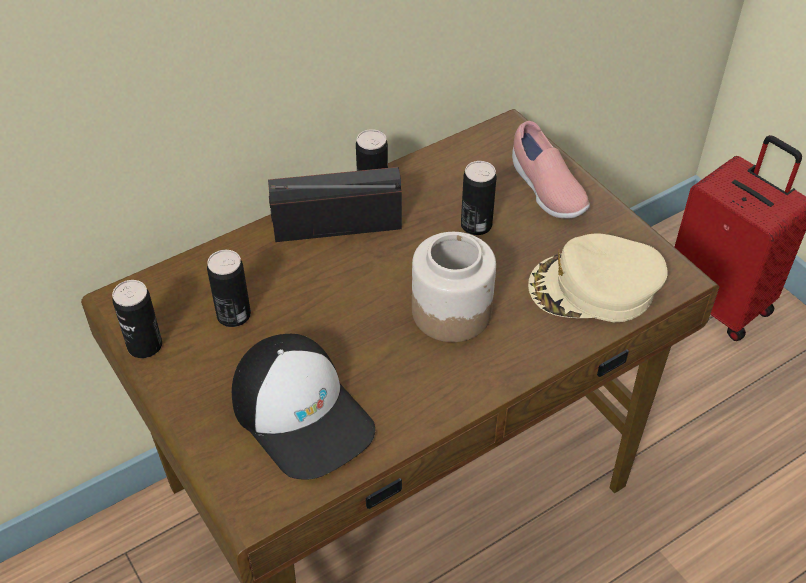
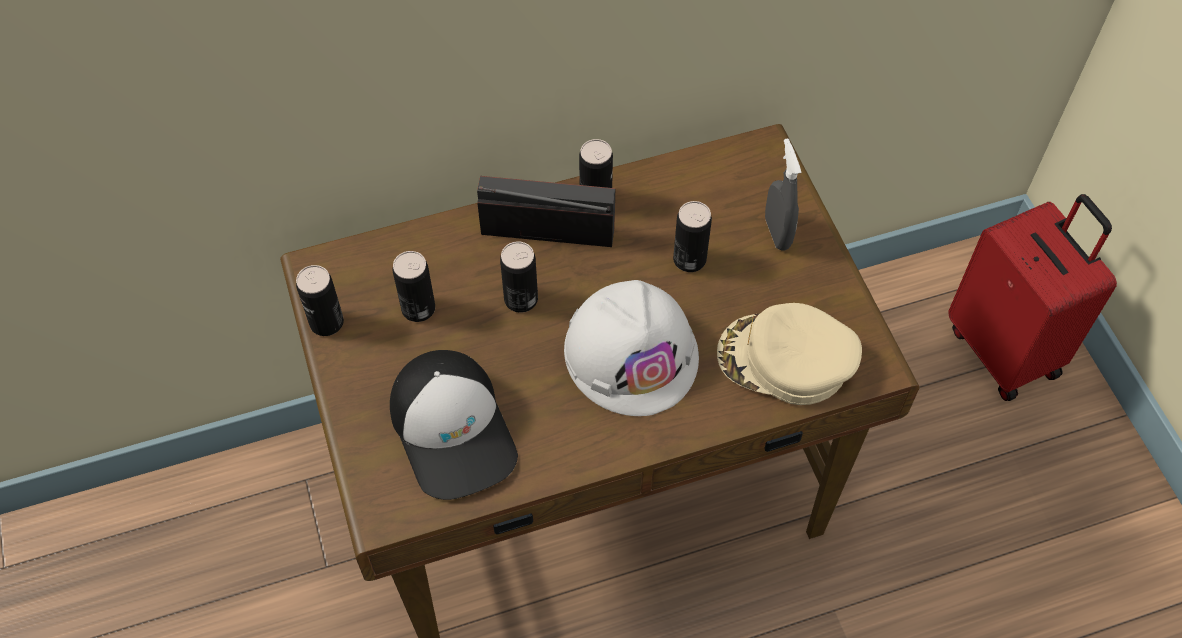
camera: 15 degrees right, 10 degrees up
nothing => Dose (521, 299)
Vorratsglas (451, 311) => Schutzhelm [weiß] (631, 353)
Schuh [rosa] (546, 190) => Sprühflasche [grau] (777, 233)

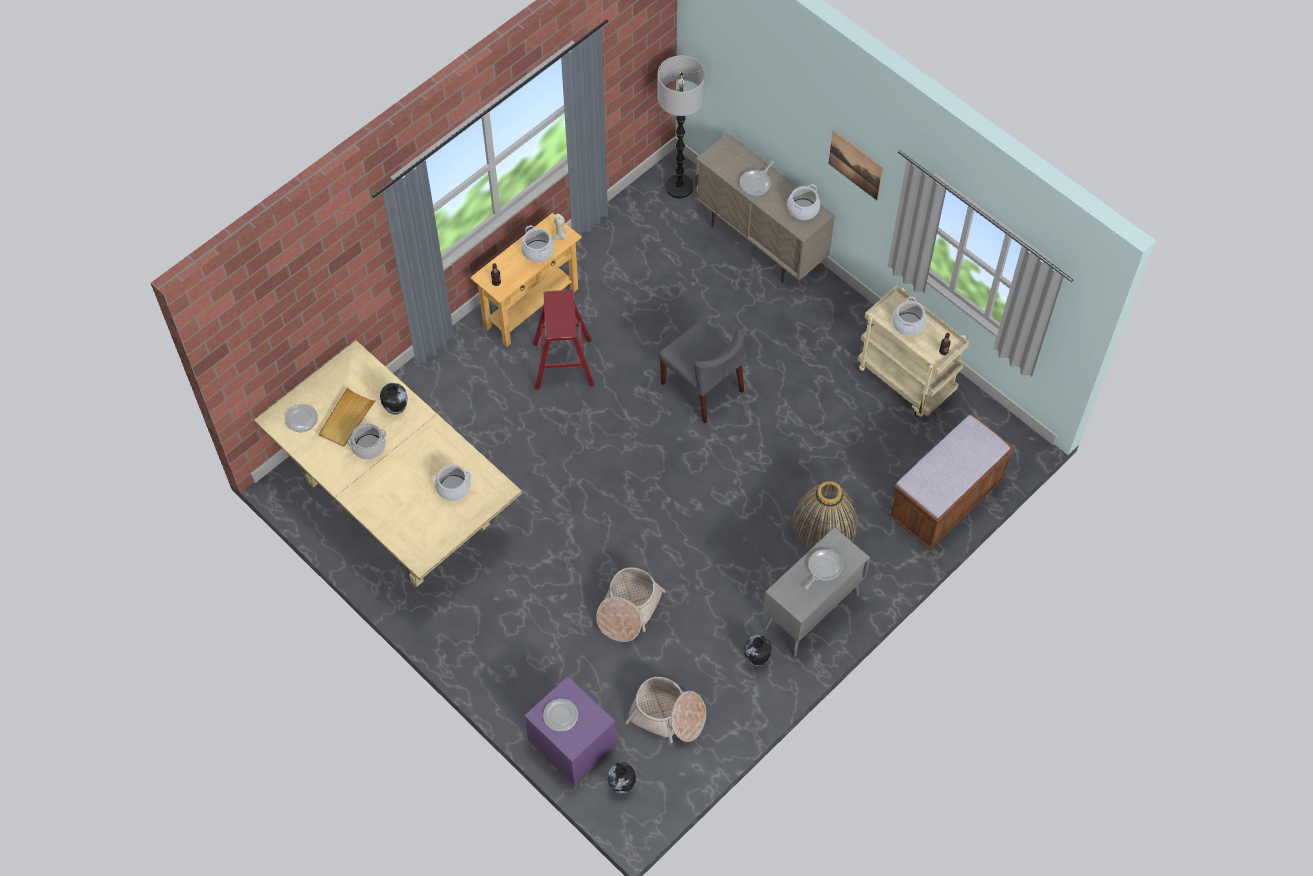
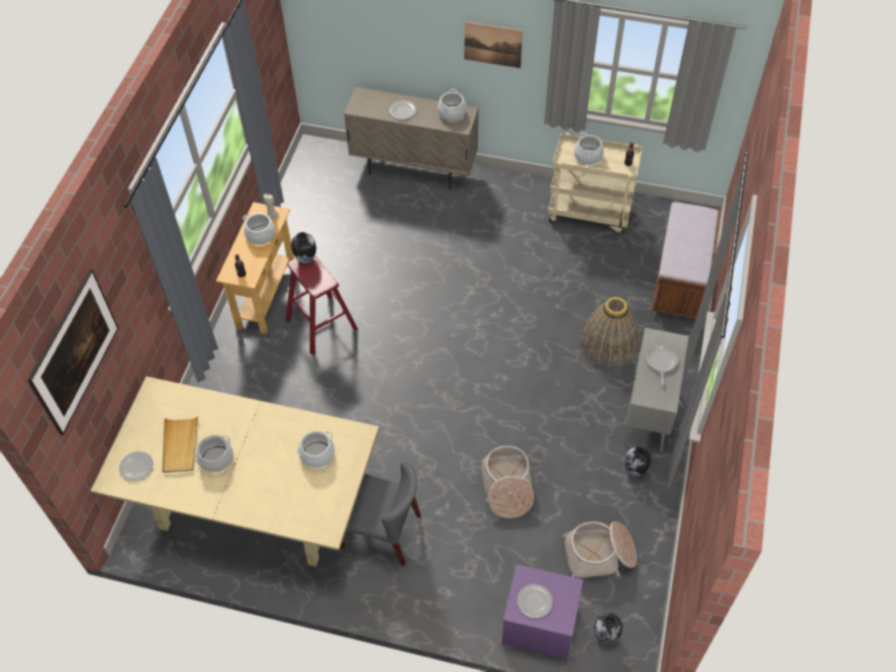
camera: 30 degrees left, 5 degrees down
Stehlampe (679, 187) => nothing
nothing => Bild (81, 365)
Vase (396, 408) => Vase (305, 259), moved
Stuhl [grau] (703, 387) => Stuhl [grau] (381, 531), moved
Pfanne (756, 183) => Teller (403, 111)

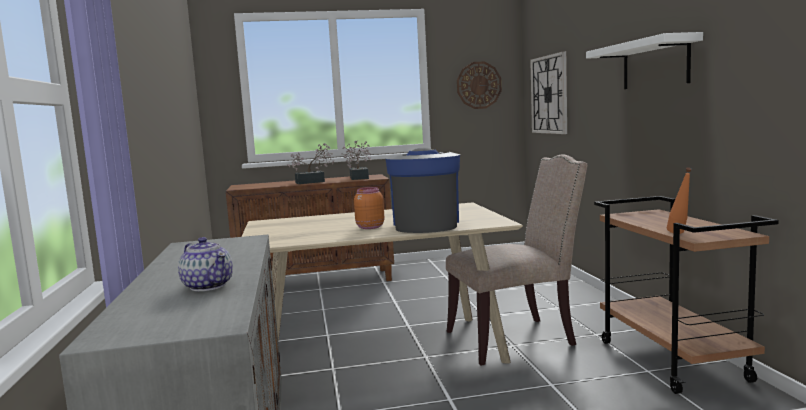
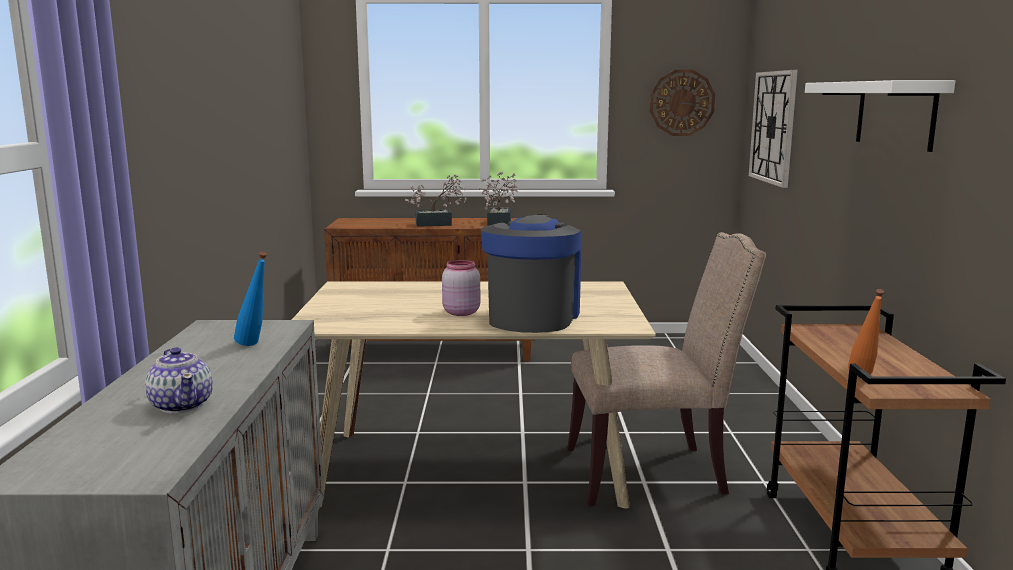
camera: 10 degrees right, 5 degrees up
nothing => Flasche [blau] (255, 345)
Vorratsglas [orange] (369, 227) => Vorratsglas [rosa] (460, 312)

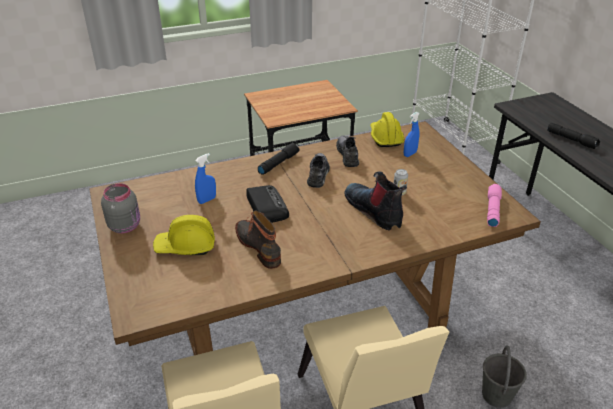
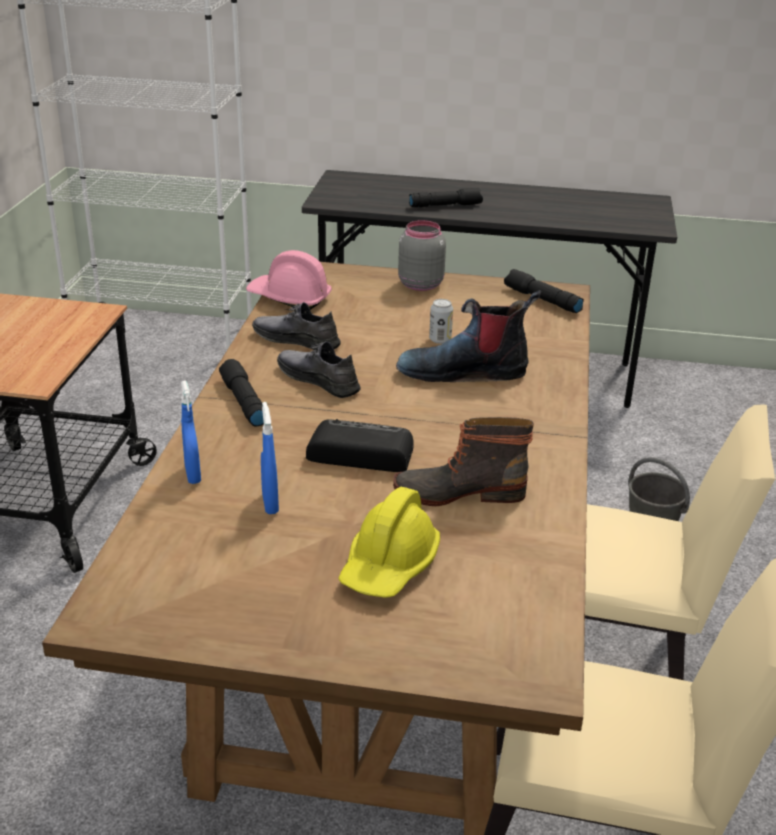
camera: 60 degrees left, 5 degrees down
Vorratsglas [grau] (125, 226) => Vorratsglas [grau] (420, 284), moved
Sprühflasche [blau] (410, 154) => Sprühflasche [blau] (193, 475), moved
Schutzhelm [gelb] (385, 137) => Schutzhelm [rosa] (289, 298)
Taschenlampe [rosa] (492, 209) => Taschenlampe [schwarz] (541, 300)

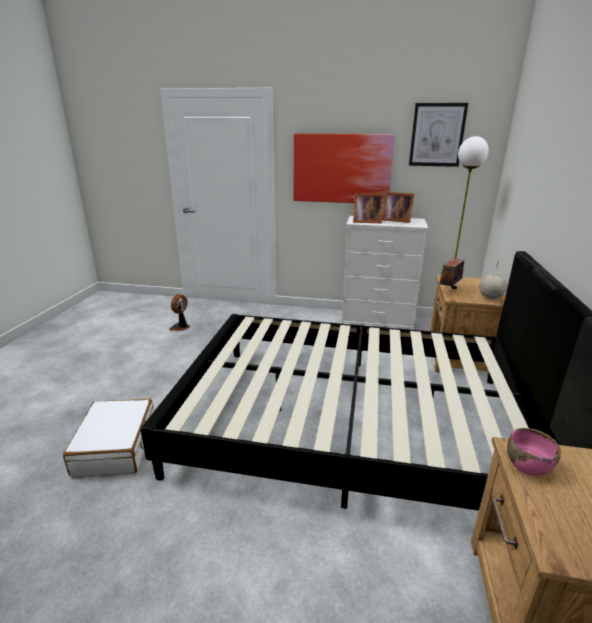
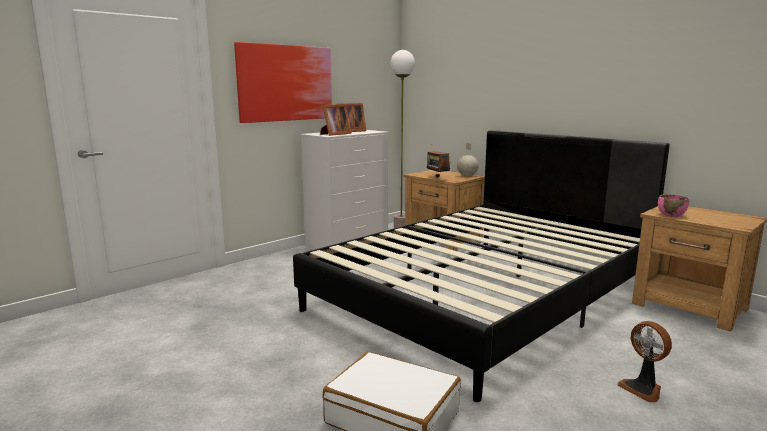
camera: 55 degrees left, 10 degrees down
Bild (437, 135) => nothing
Ventilator (181, 327) => Ventilator (643, 389), moved

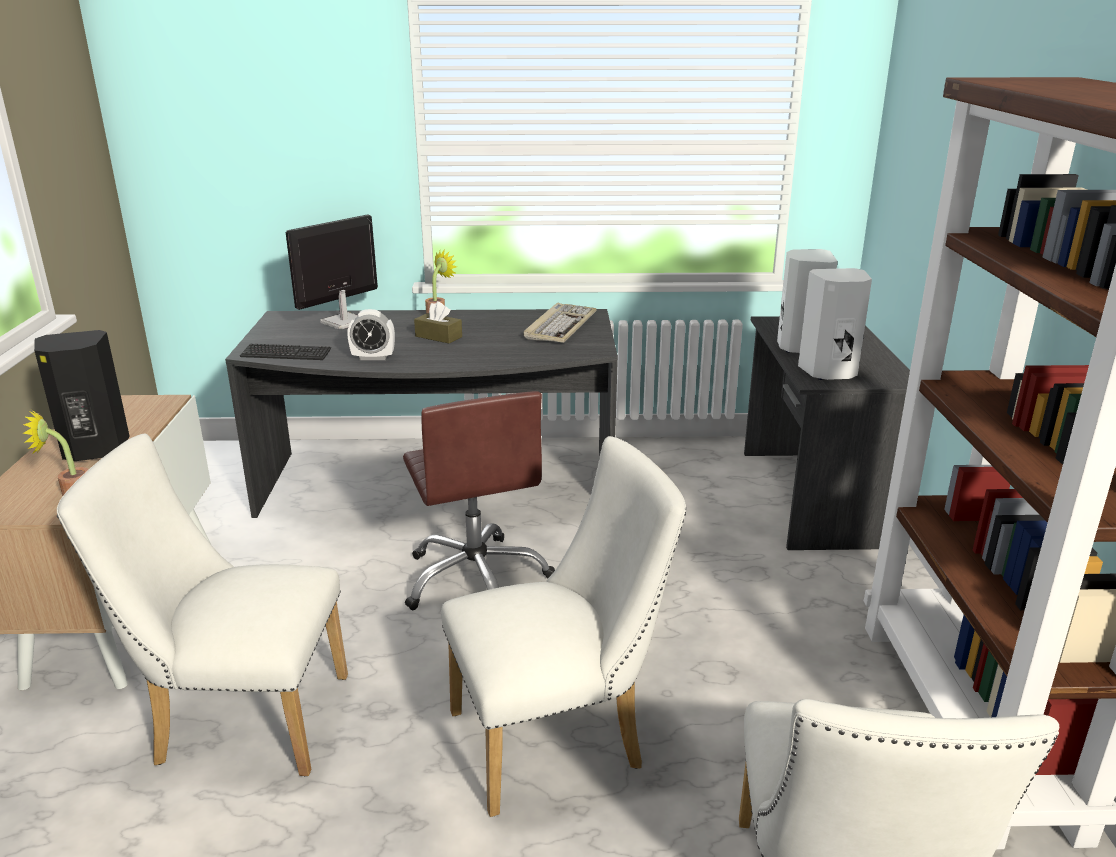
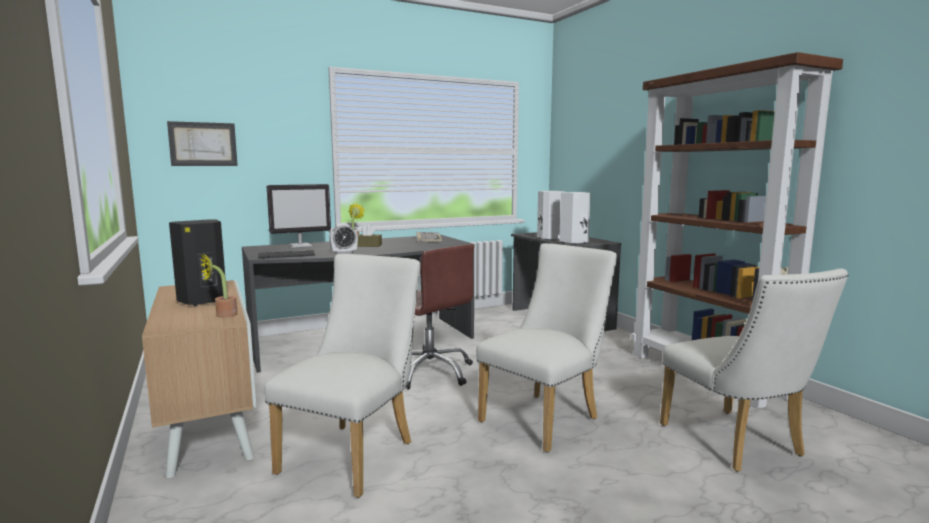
camera: 25 degrees left, 15 degrees down
nothing => Bild (203, 144)
Stuhl [weiß] (240, 720) => Stuhl [weiß] (354, 453), 135 degrees clockwise
Monitor (343, 322) => Monitor (301, 246), 135 degrees counterclockwise

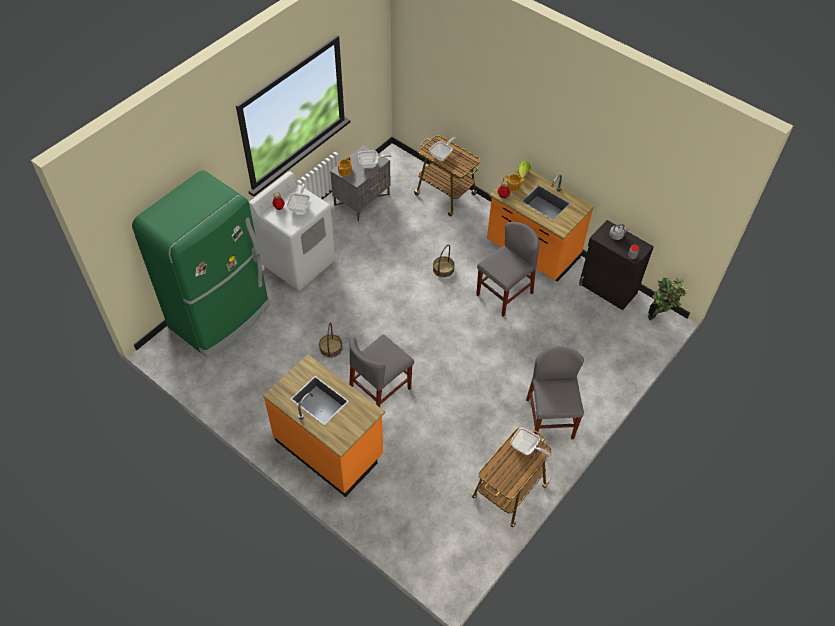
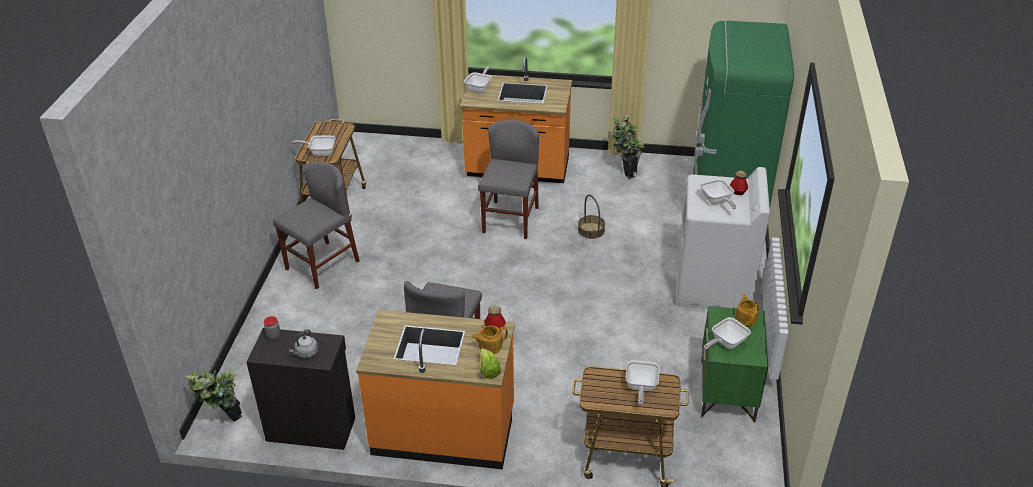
camera: 150 degrees right, 15 degrees down
Korb (443, 269) => nothing
nothing => Pfanne (479, 88)
nothing => Topfpflanze (624, 171)
Nachttisch [grau] (362, 200) => Nachttisch [grün] (727, 391)
Stuhl [grau] (549, 419) => Stuhl [grau] (322, 265), 105 degrees counterclockwise

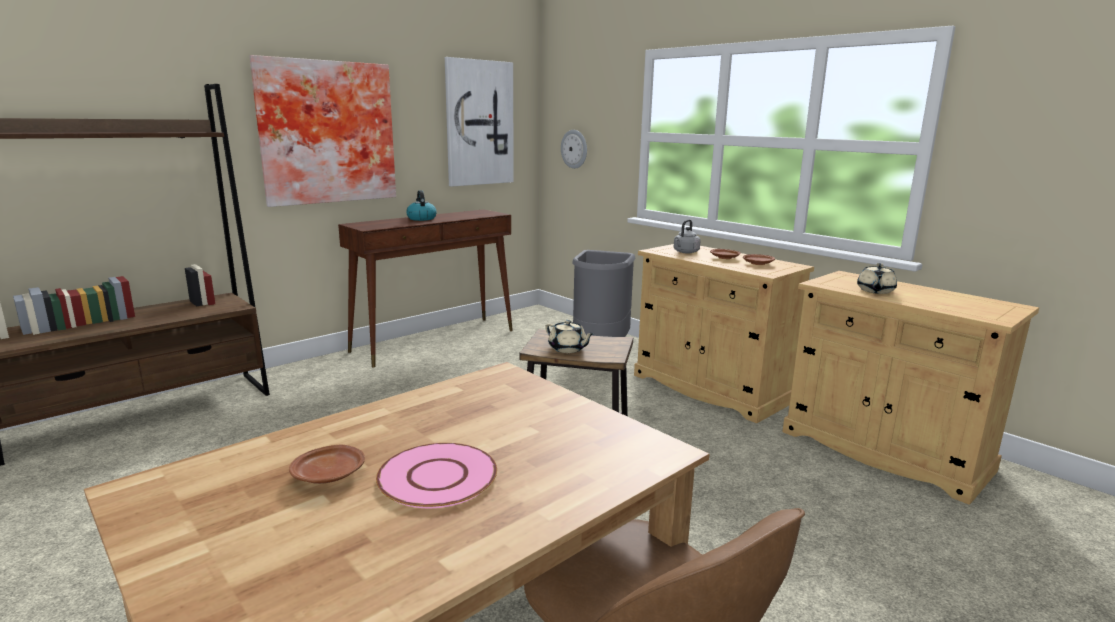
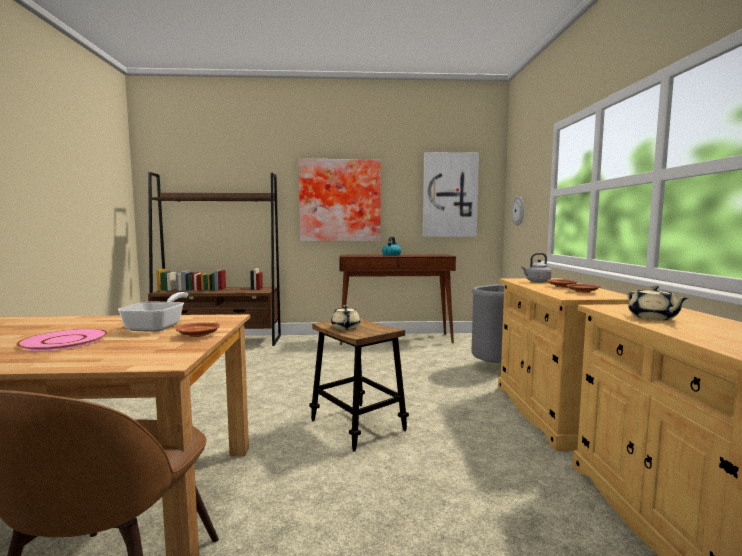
camera: 40 degrees right, 10 degrees down
nothing => Pfanne (159, 326)
Teller [braun] (330, 475) => Teller [braun] (199, 335), moved
Teekanne [beige] (875, 291) => Teekanne [beige] (653, 318), 75 degrees counterclockwise

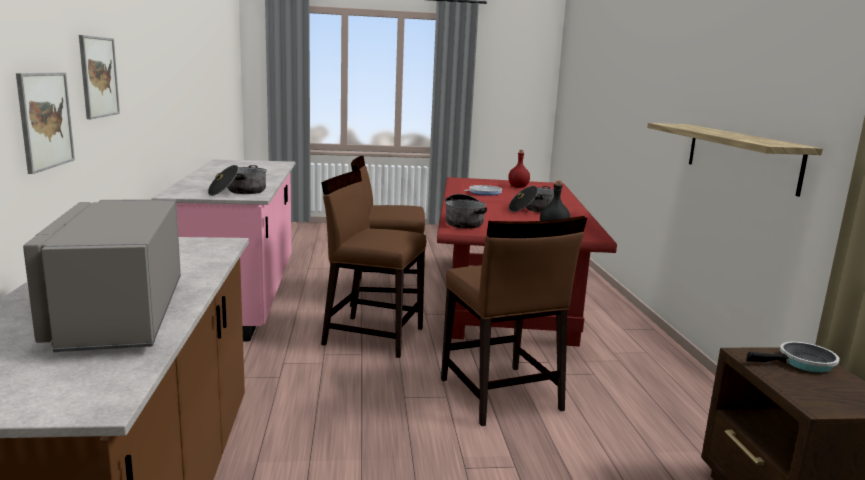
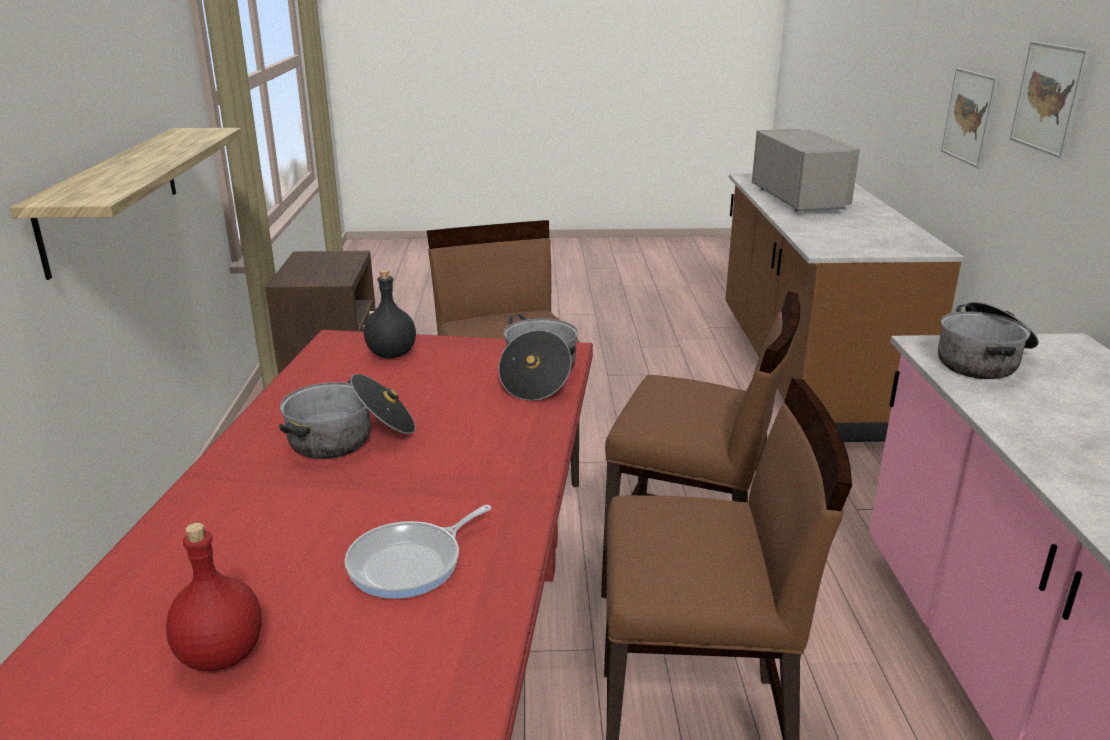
camera: 175 degrees left, 10 degrees up
Pfanne (802, 363) => nothing

